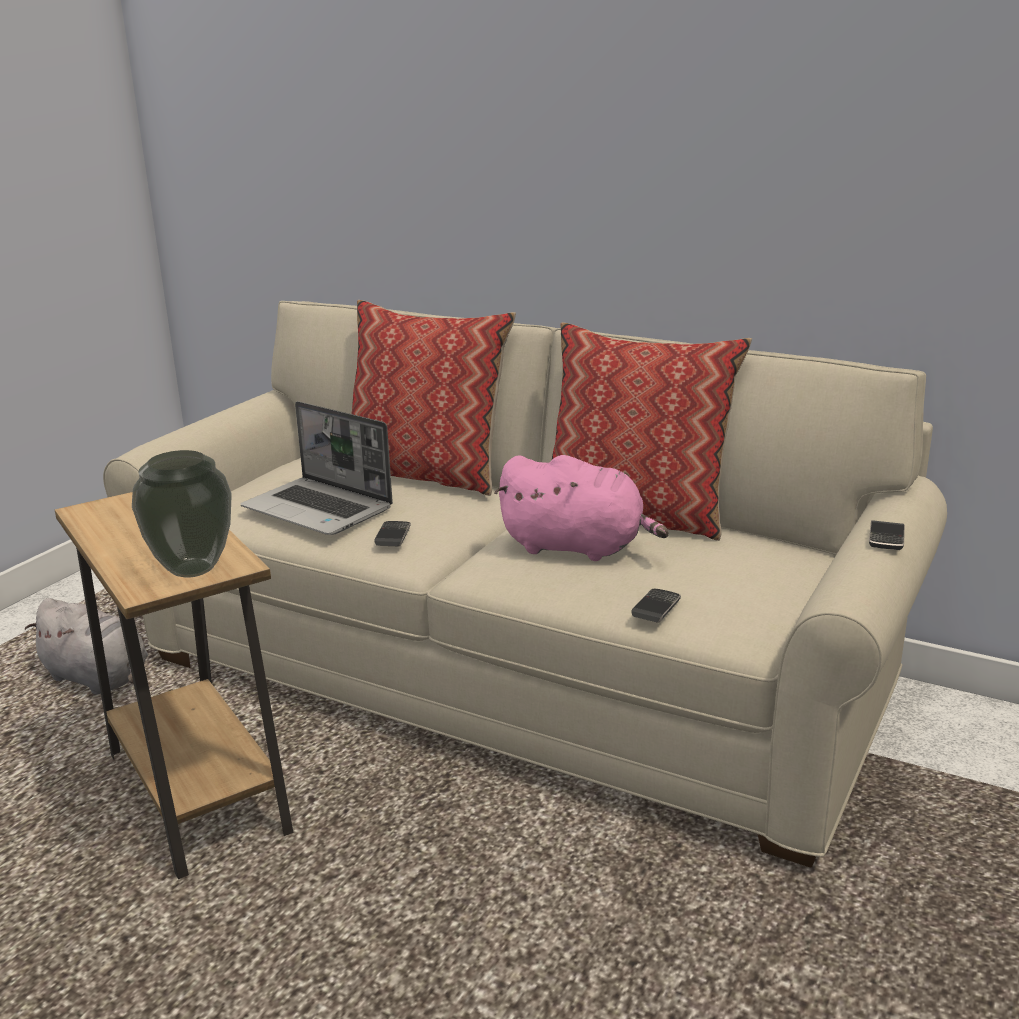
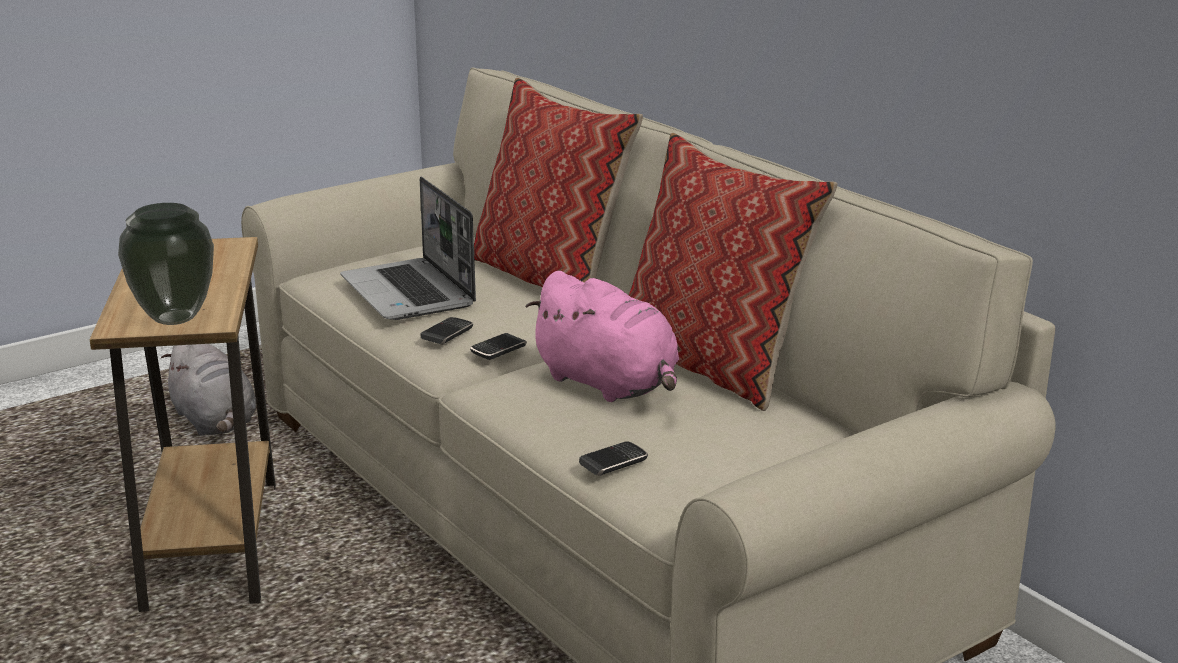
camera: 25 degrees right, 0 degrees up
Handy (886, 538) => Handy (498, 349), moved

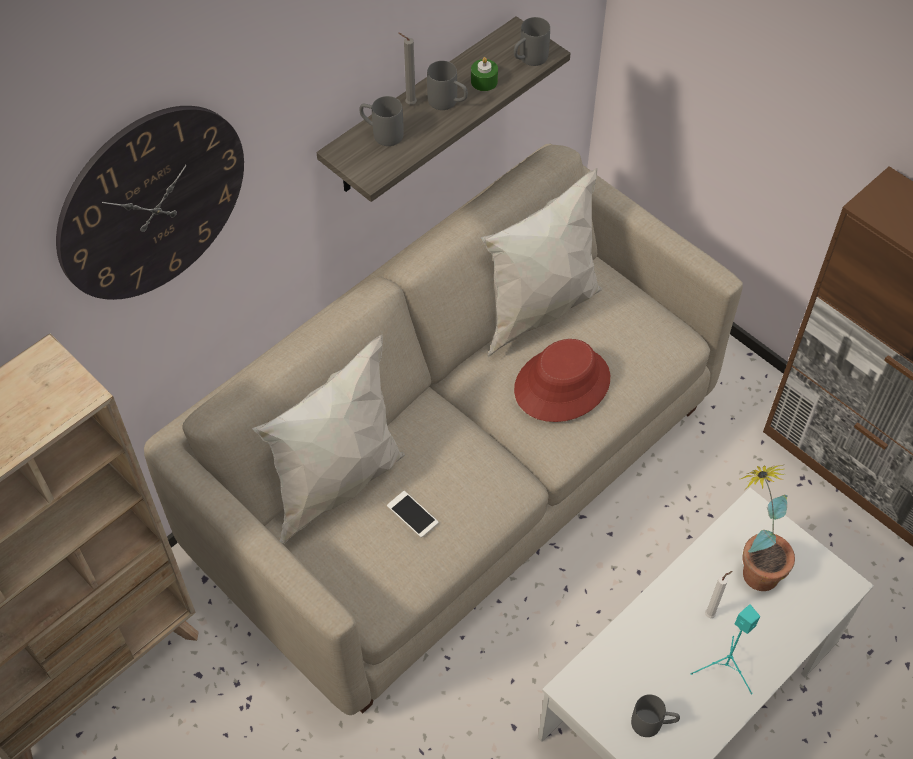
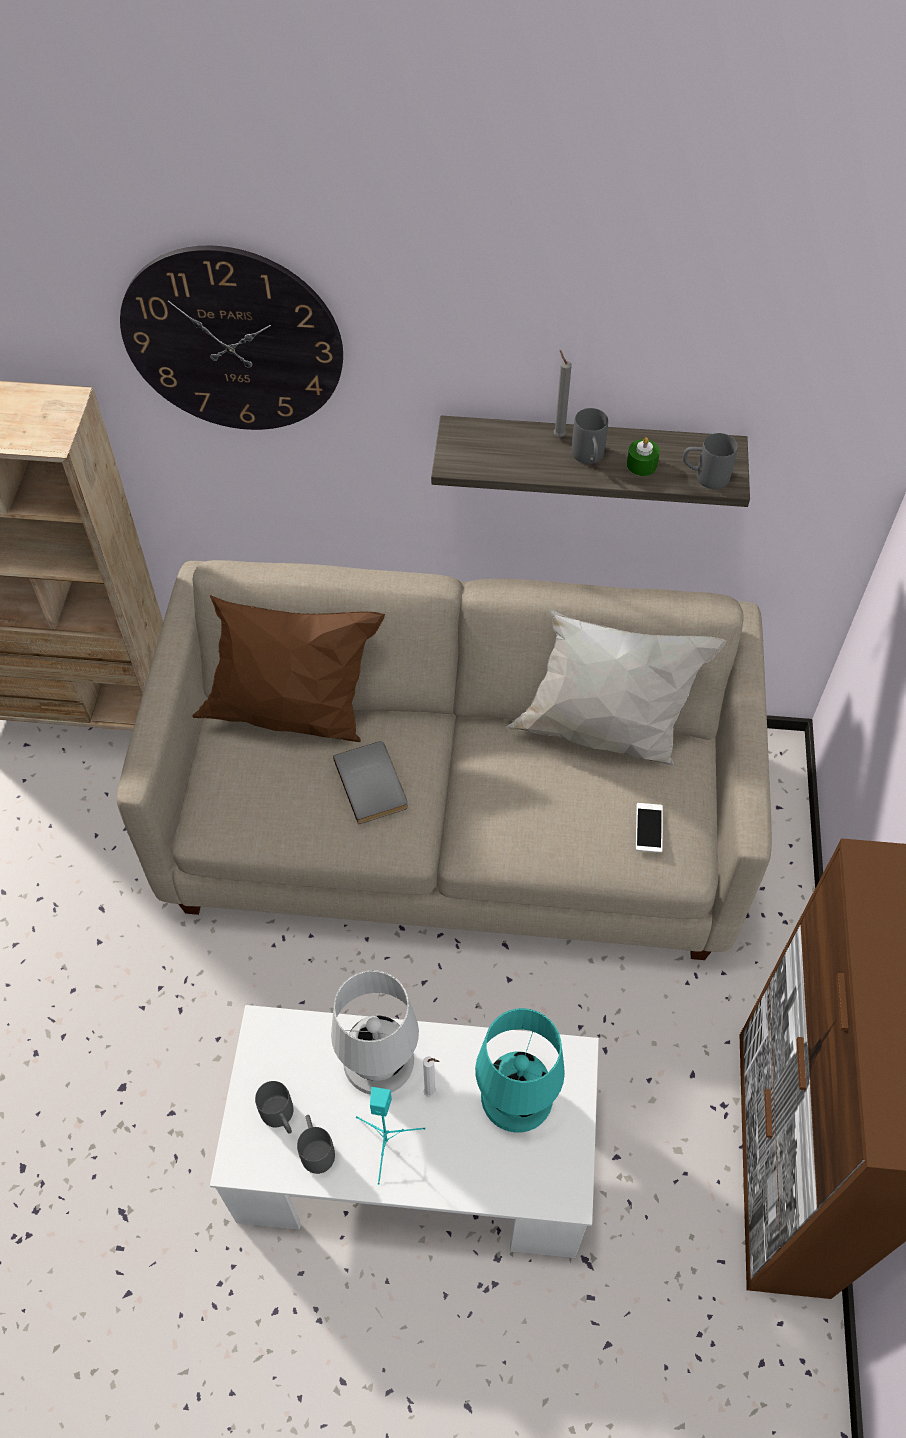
camera: 50 degrees right, 0 degrees up
Hut [rot] (562, 384) => nothing
nothing => Tischlampe [weiß] (378, 1059)
nothing => Buch [grau] (373, 783)
Henkelbecher [grau] (381, 133) => Henkelbecher [grau] (316, 1148), moved
Handy (412, 514) => Handy (649, 827), moved
Topfpflanze (753, 565) => Tischlampe [türkis] (515, 1096)
Kissen [weiß] (338, 483) => Kissen [braun] (293, 716)

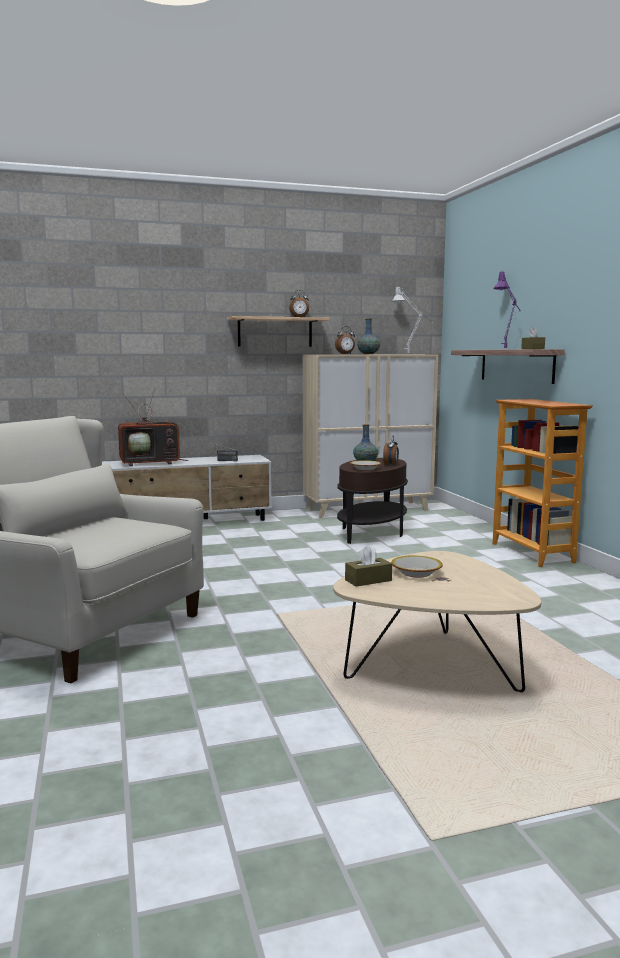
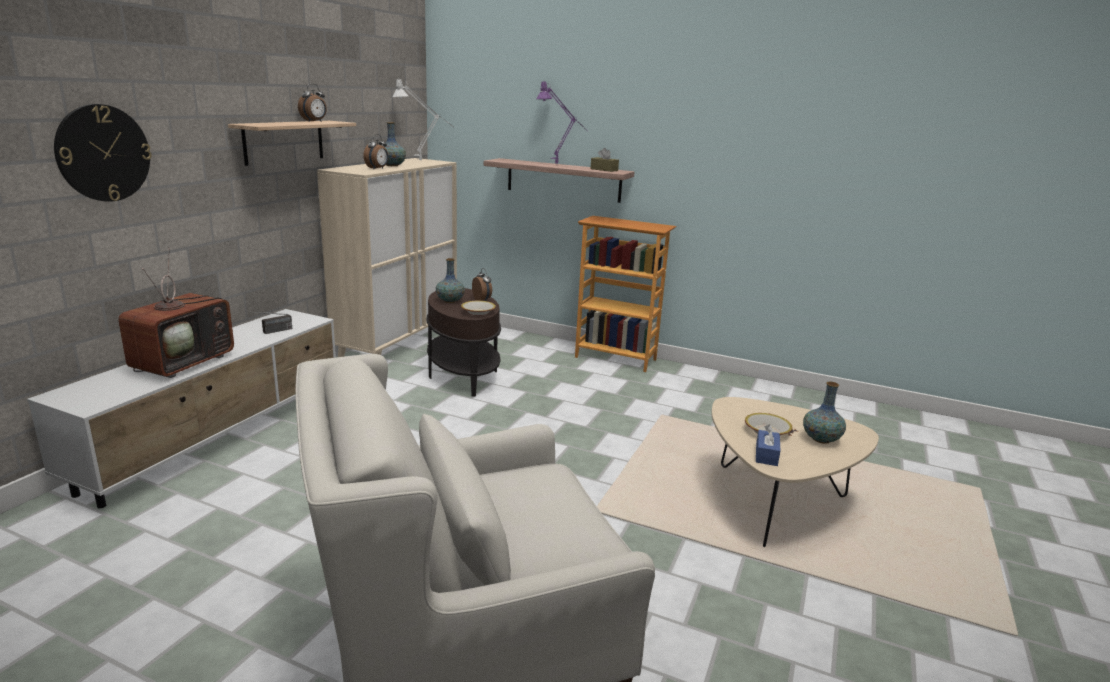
camera: 50 degrees left, 10 degrees up
nothing => Wanduhr (103, 153)
nothing => Vase (821, 439)
Taschentuchbox [braun] (368, 580) => Taschentuchbox [blau] (766, 455)

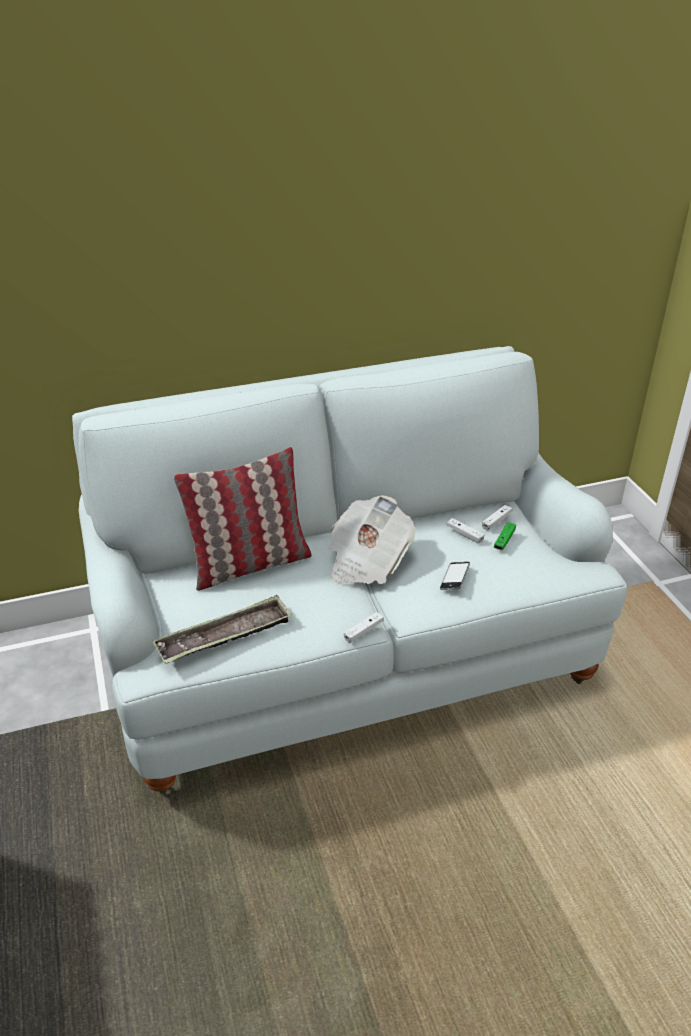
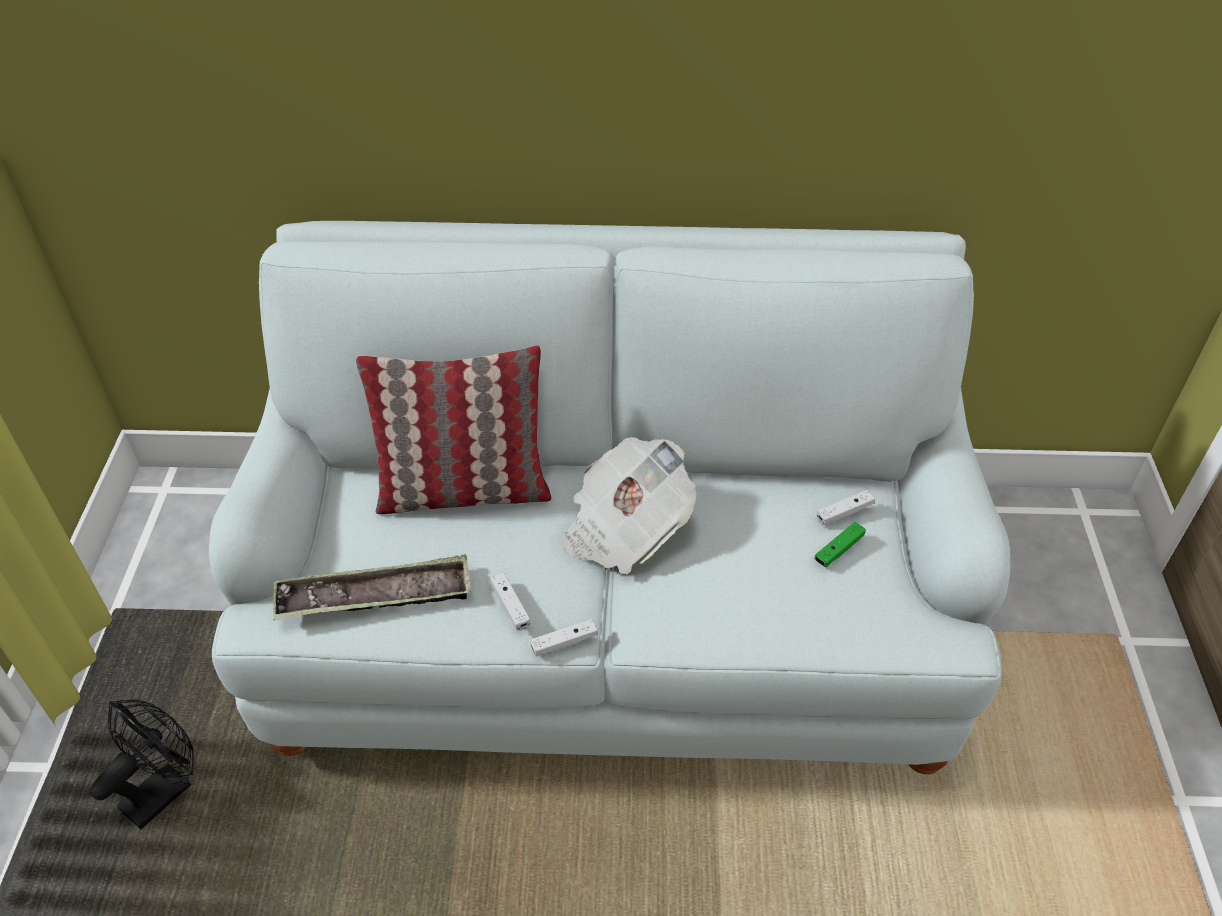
camera: 20 degrees right, 10 degrees up
Handy (454, 578) => nothing
nothing => Ventilator [schwarz] (164, 789)
Gamepad [weiß] (464, 534) => Gamepad [weiß] (510, 606), moved

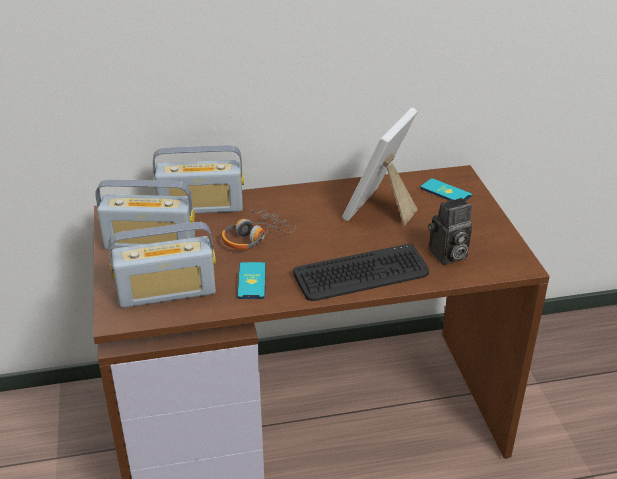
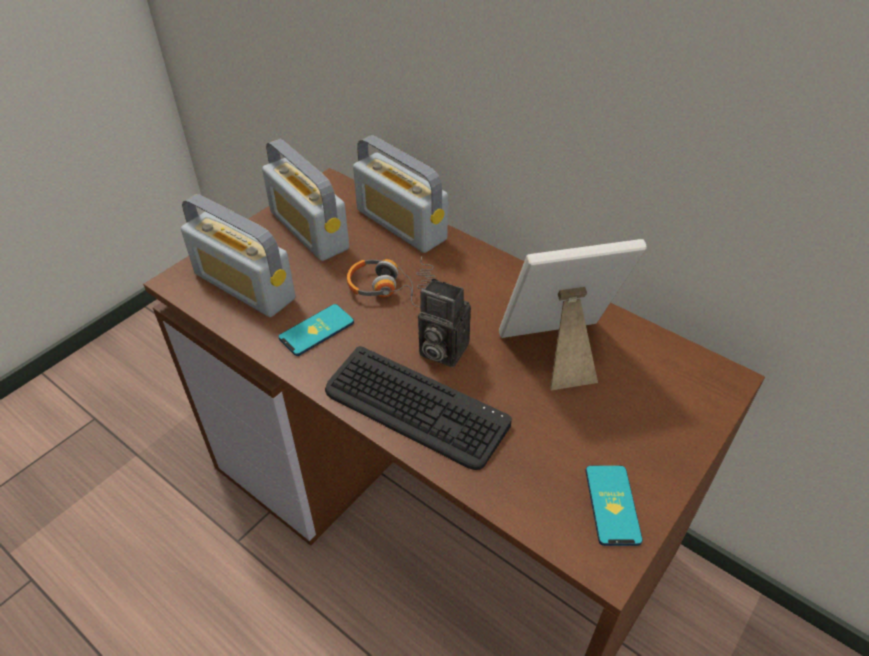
camera: 50 degrees right, 10 degrees up
Handy (445, 192) => Handy (612, 505), moved
Kamera (447, 256) => Kamera (440, 350), moved

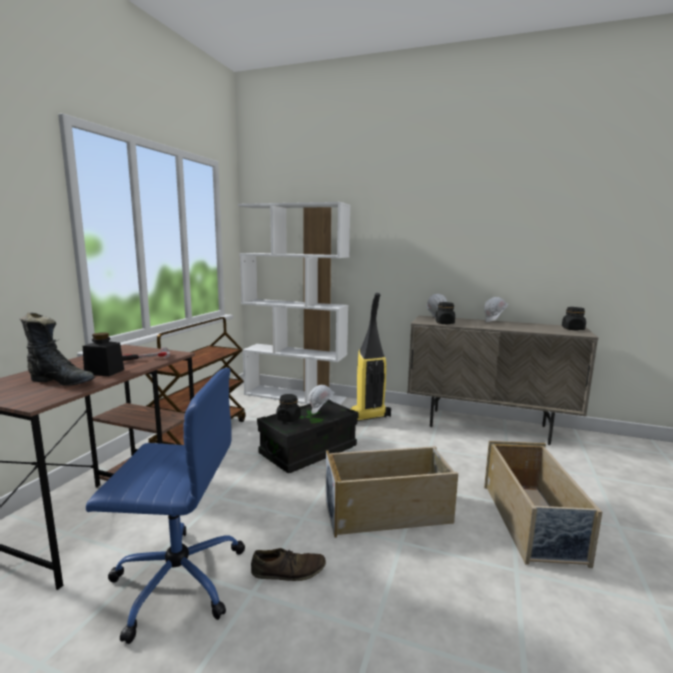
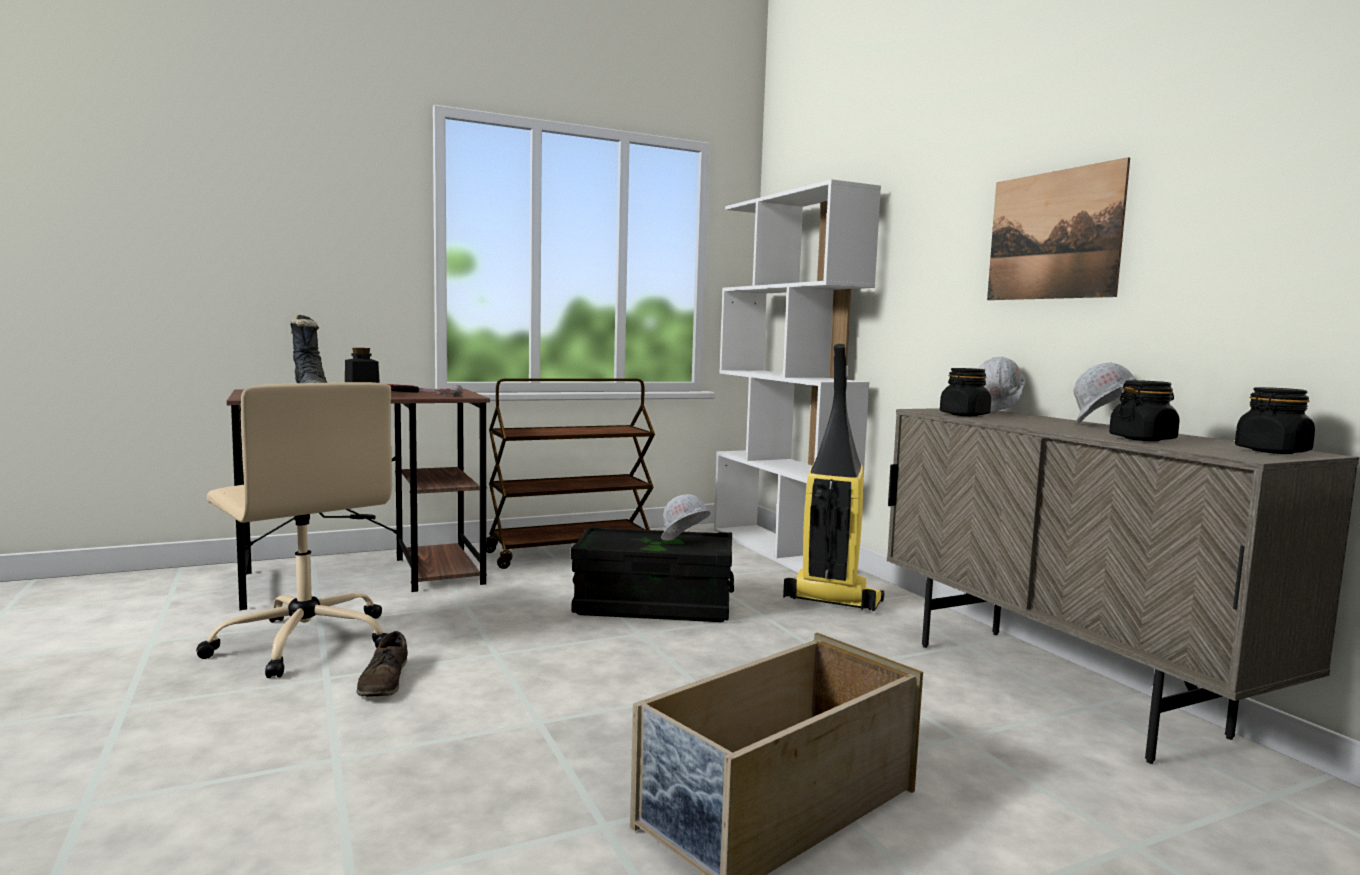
camera: 45 degrees right, 5 degrees down
Aufbewahrungsbox [beige] (388, 511) => nothing
nothing => Bild (1053, 235)
Vorratsglas [schwarz] (288, 418) => Vorratsglas [schwarz] (1142, 439), moved
Bürostuhl [blau] (176, 579) => Bürostuhl [beige] (304, 641)
Schuh [braun] (288, 571) => Schuh [braun] (384, 681), 45 degrees clockwise

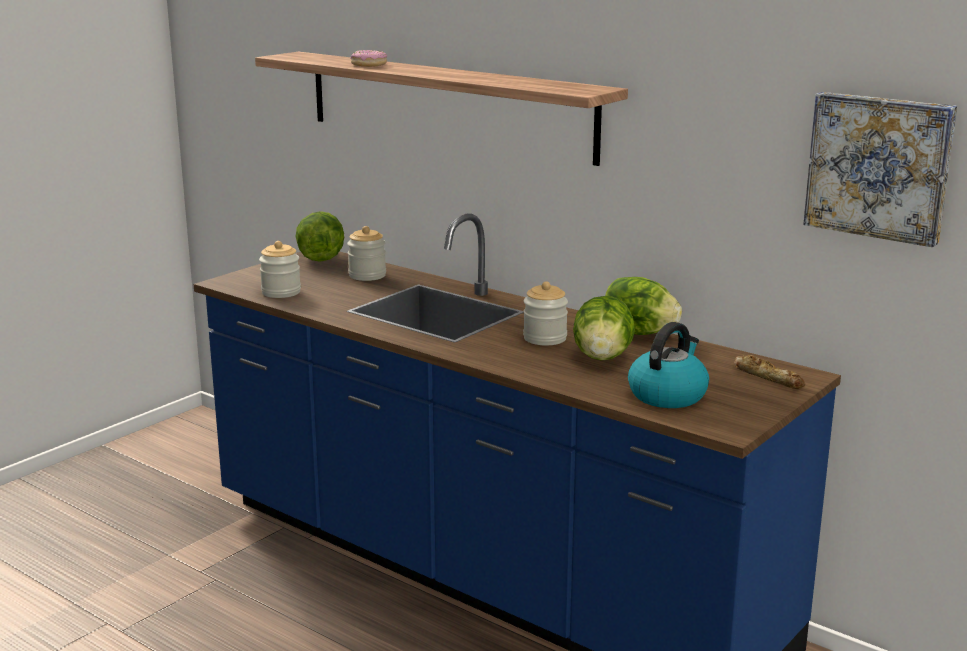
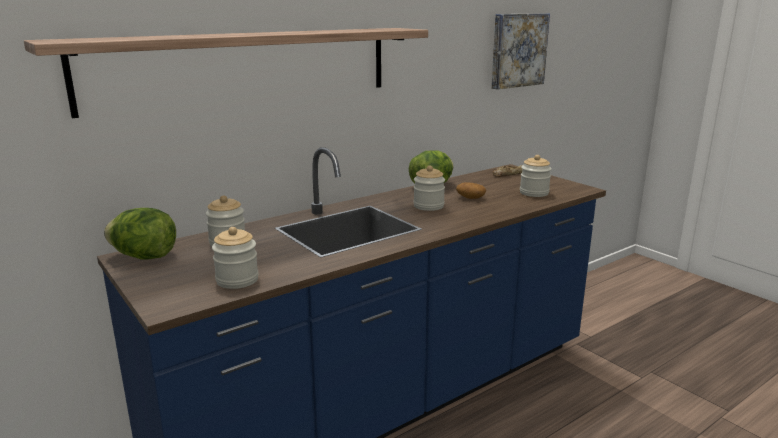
camera: 75 degrees left, 0 degrees up
Donut (369, 64) => nothing
Salatkopf (602, 357) => Kartoffel (470, 198)
Wasserkessel (667, 395) => Vorratsglas (534, 193)

